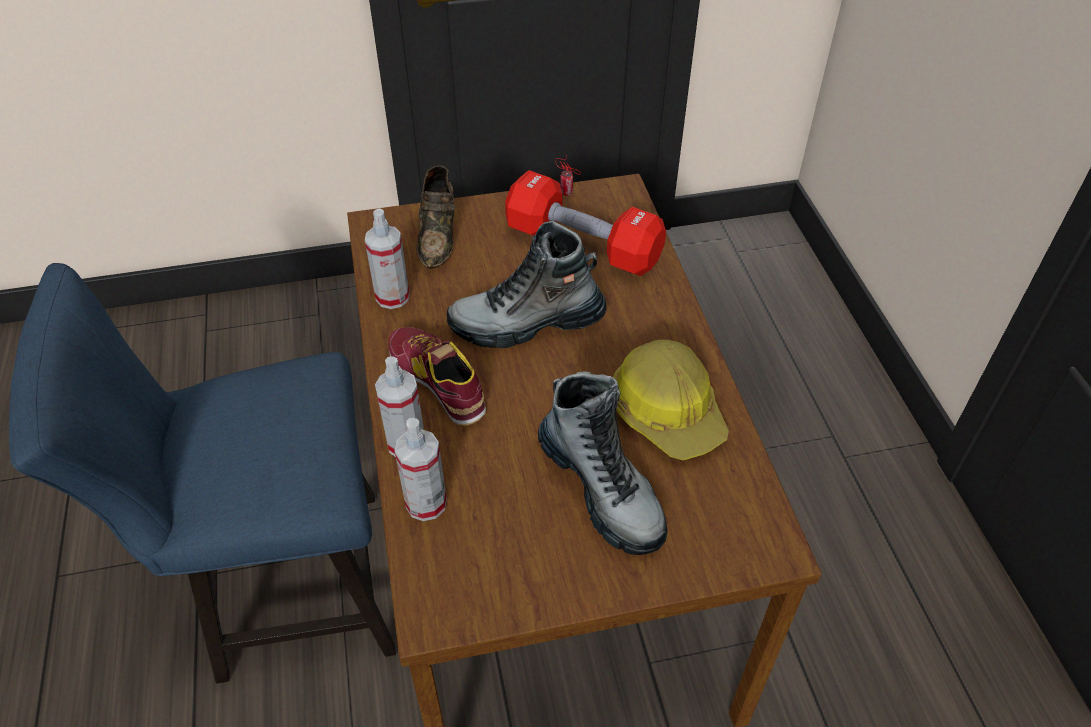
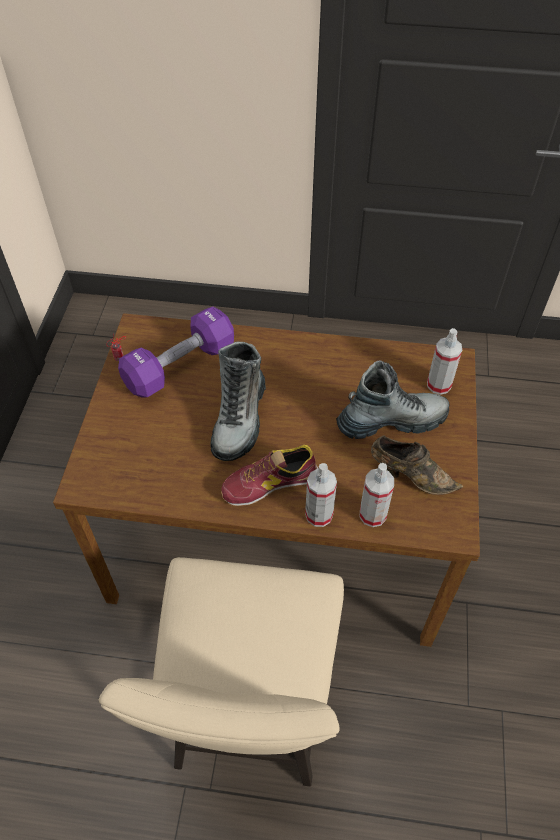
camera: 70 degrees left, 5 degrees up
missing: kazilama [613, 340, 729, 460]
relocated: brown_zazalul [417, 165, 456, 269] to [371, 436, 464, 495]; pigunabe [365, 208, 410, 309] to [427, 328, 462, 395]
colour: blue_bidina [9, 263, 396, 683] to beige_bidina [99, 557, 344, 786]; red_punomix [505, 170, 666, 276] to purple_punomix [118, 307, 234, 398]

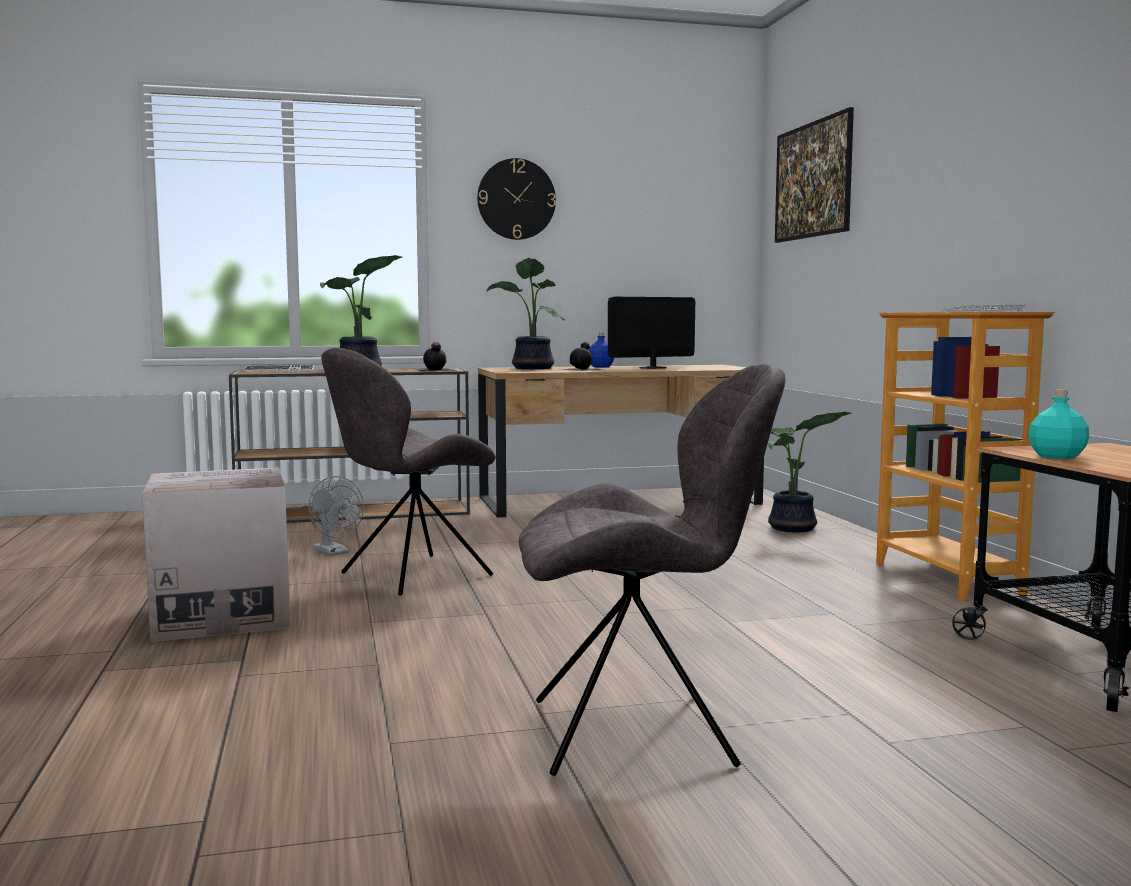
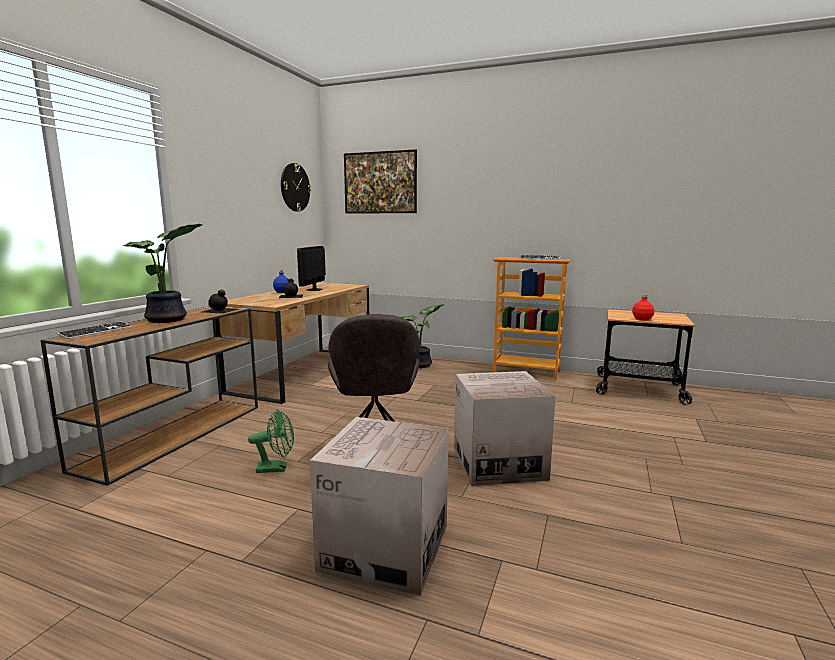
camera: 55 degrees left, 5 degrees up
missing: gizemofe [487, 258, 565, 369]; grey_bidina [519, 364, 785, 776]
appeared: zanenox [454, 371, 556, 486]
relocated: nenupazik [477, 158, 556, 240] to [281, 163, 311, 212]
colour: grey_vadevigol [308, 476, 364, 556] to green_vadevigol [248, 409, 294, 473]; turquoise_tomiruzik [1028, 389, 1089, 459] to red_tomiruzik [632, 294, 654, 321]

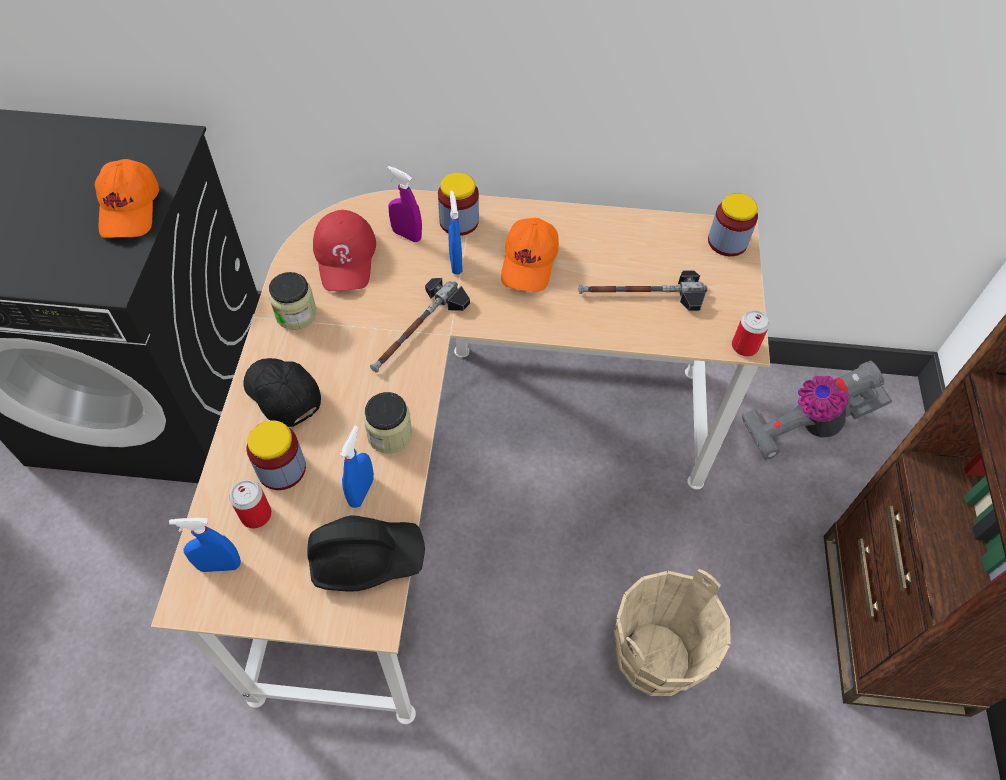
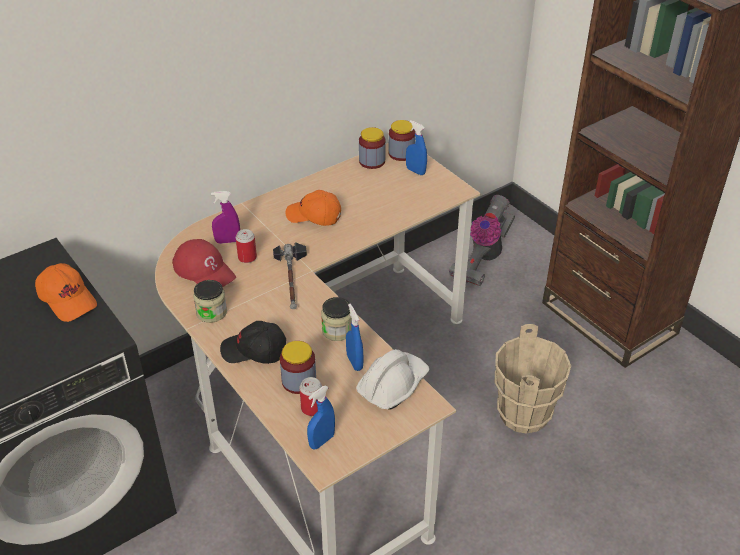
camera: 40 degrees left, 15 degrees down
missing: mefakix [578, 270, 708, 311]
relocated: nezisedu [732, 310, 769, 357] to [236, 229, 257, 263]; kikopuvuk [438, 173, 479, 236] to [359, 127, 386, 169]; blue_pigunabe [448, 190, 463, 274] to [406, 120, 427, 175]
colour: black_kazilama [307, 515, 425, 592] to white_kazilama [356, 349, 429, 410]
spun: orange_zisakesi [501, 218, 559, 292] = [286, 190, 341, 226] 135 degrees clockwise

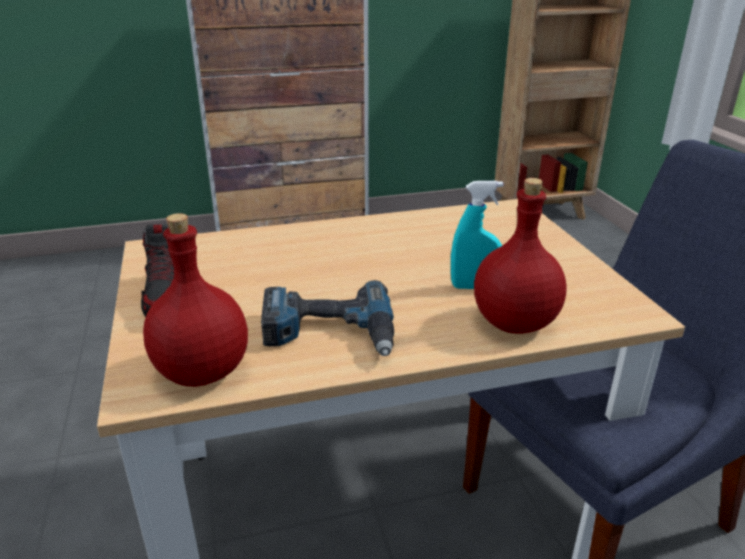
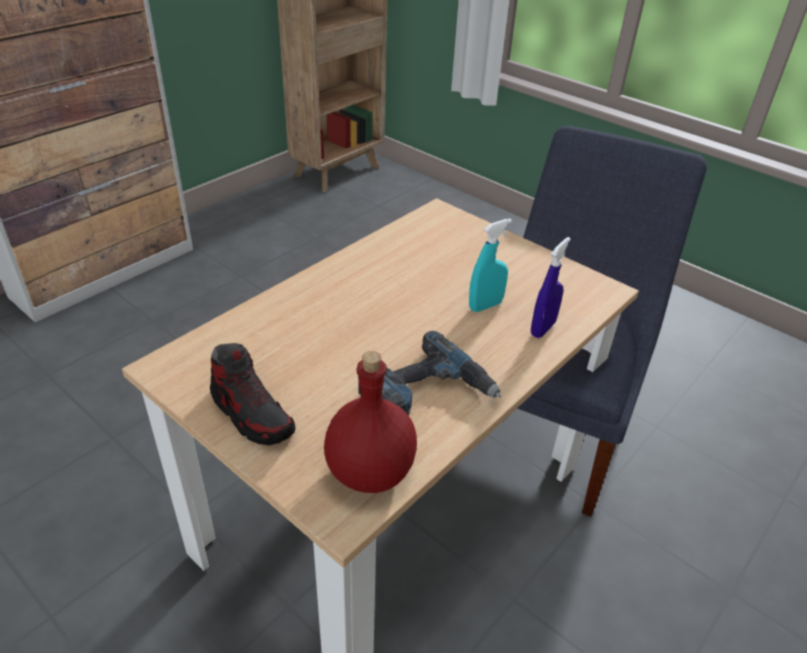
camera: 35 degrees left, 10 degrees up
exchanged: red_tomiruzik [474, 178, 567, 334] to blue_pigunabe [531, 237, 571, 338]

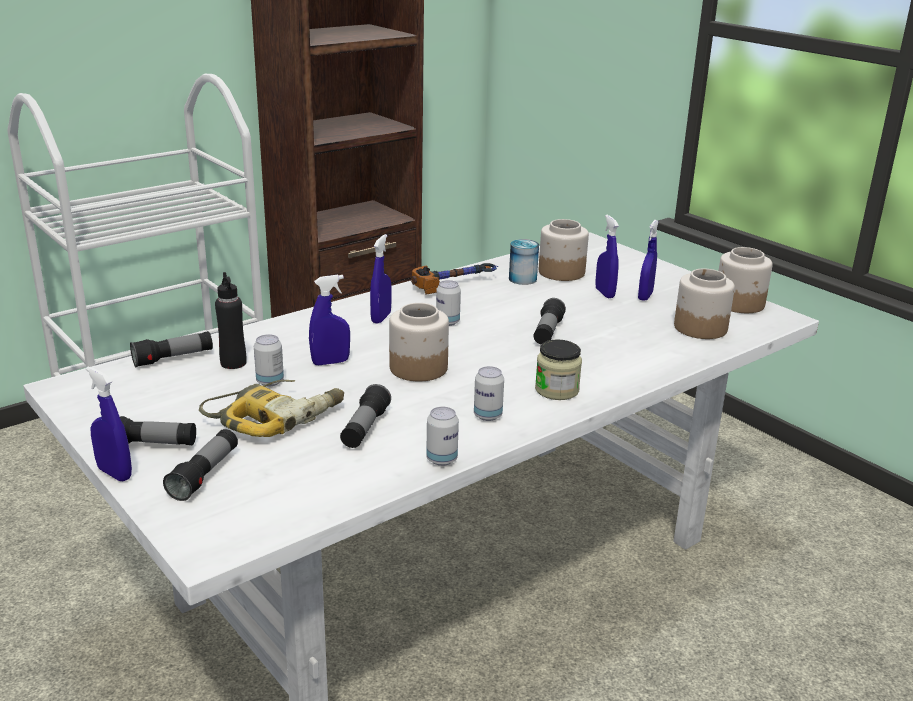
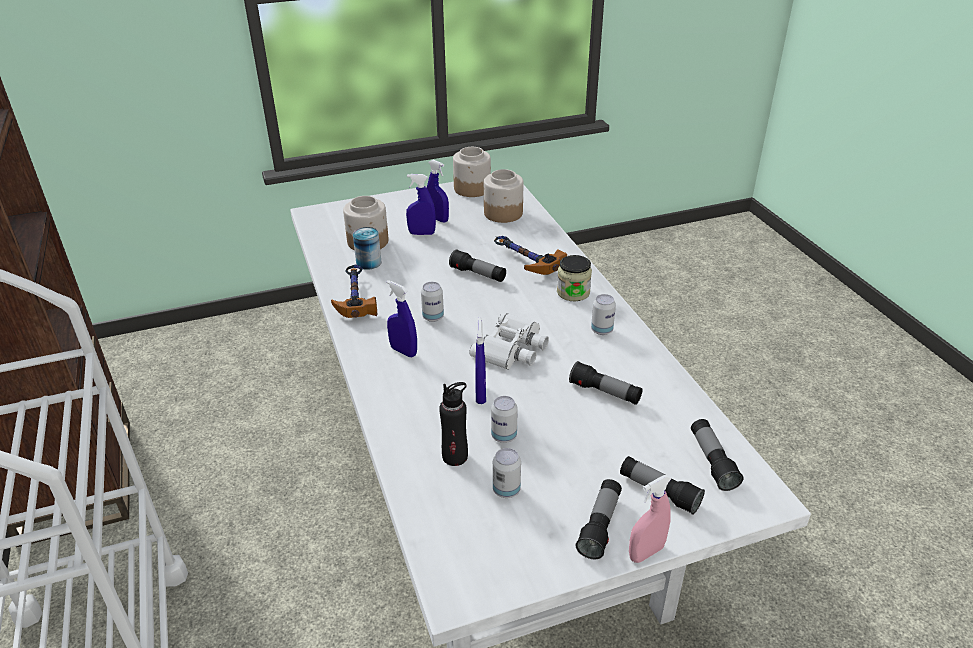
camera: 70 degrees left, 10 degrees up
missing: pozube [199, 380, 344, 437]
appeared: mefakix [494, 236, 567, 275]
relocated: nezisedu [426, 407, 459, 466] to [493, 448, 521, 498]; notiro [130, 331, 213, 367] to [691, 419, 743, 491]
exchanged: kikopuvuk [389, 303, 449, 381] to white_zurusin [469, 313, 549, 370]
colour: blue_pigunabe [86, 366, 132, 481] to pink_pigunabe [629, 475, 672, 563]

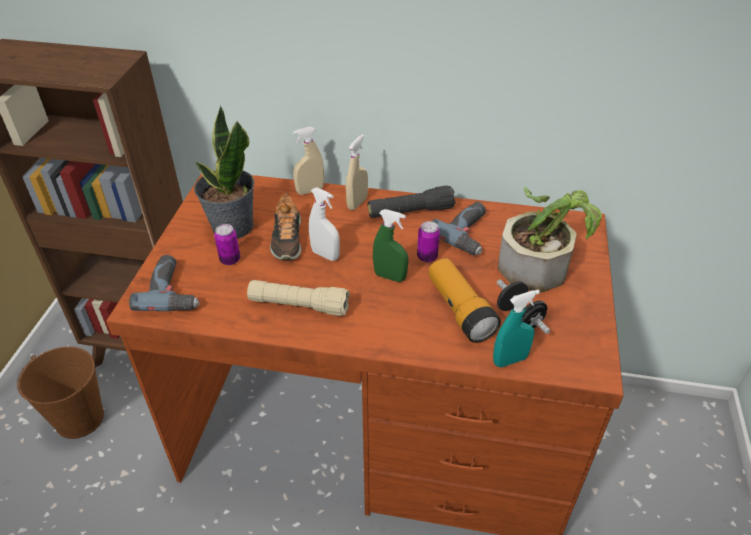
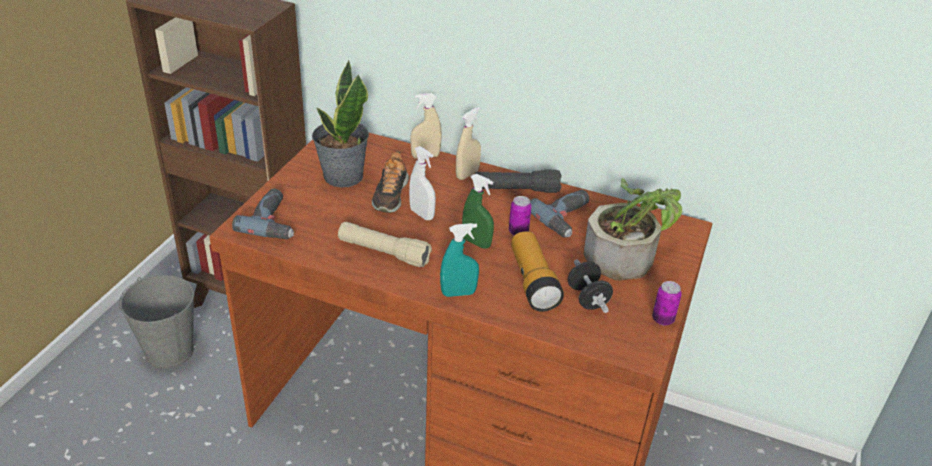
camera: 10 degrees right, 5 degrees down
relocated: turquoise_pigunabe [493, 290, 540, 367] to [440, 223, 479, 297]; nezisedu [214, 224, 240, 265] to [652, 281, 682, 325]
colour: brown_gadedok [17, 347, 104, 439] to grey_gadedok [119, 275, 194, 369]

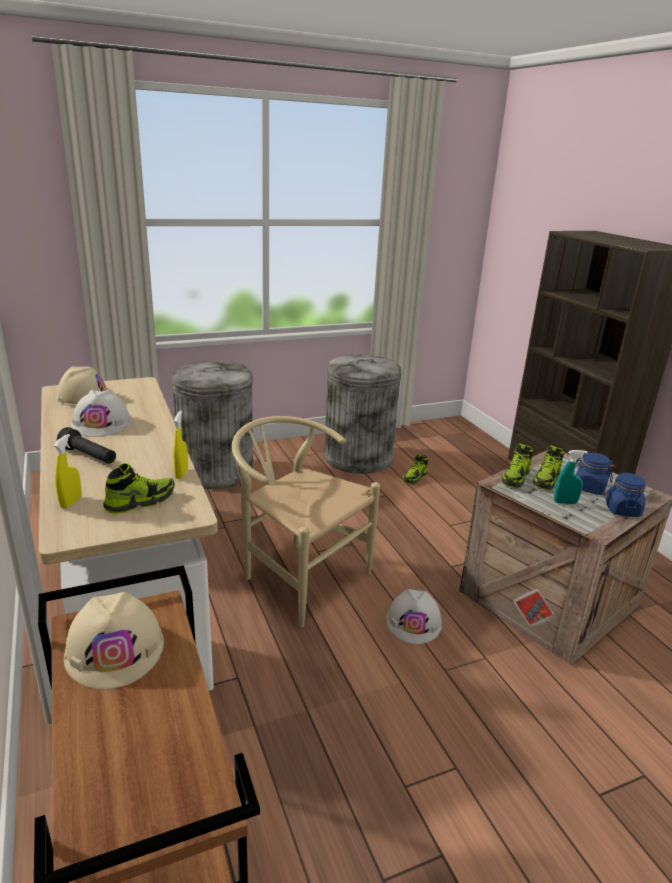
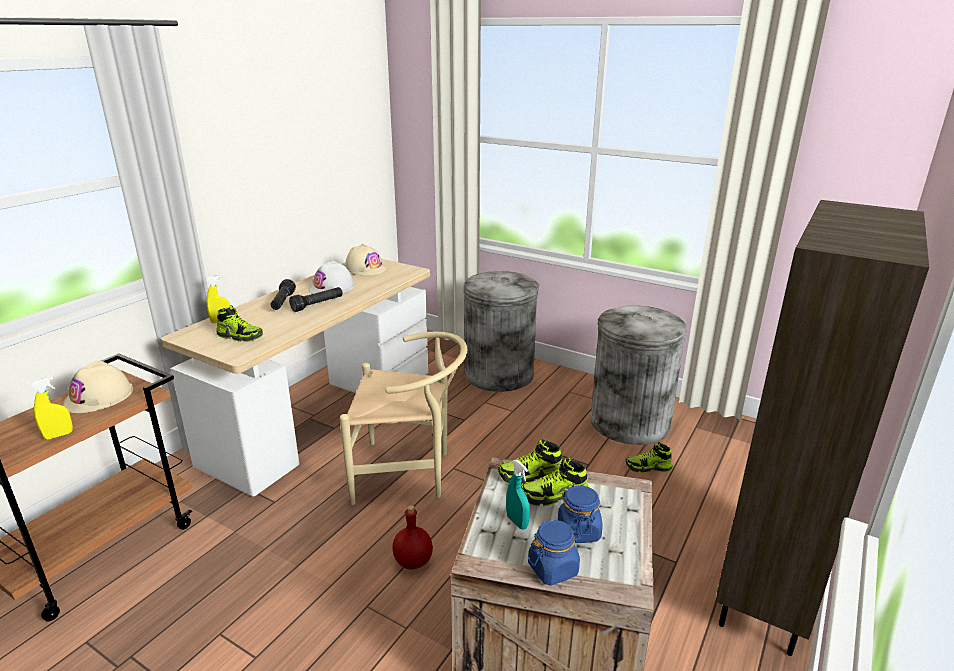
camera: 55 degrees right, 0 degrees up
appeared: black_notiro [289, 287, 343, 312]
relocated: yellow_pigunabe [173, 411, 188, 479] to [30, 377, 73, 440]
exchanged: white_kazilama [386, 589, 442, 644] to red_tomiruzik [392, 505, 433, 569]
spun: beige_bidina [232, 416, 380, 628] = [340, 332, 468, 505] 90 degrees clockwise

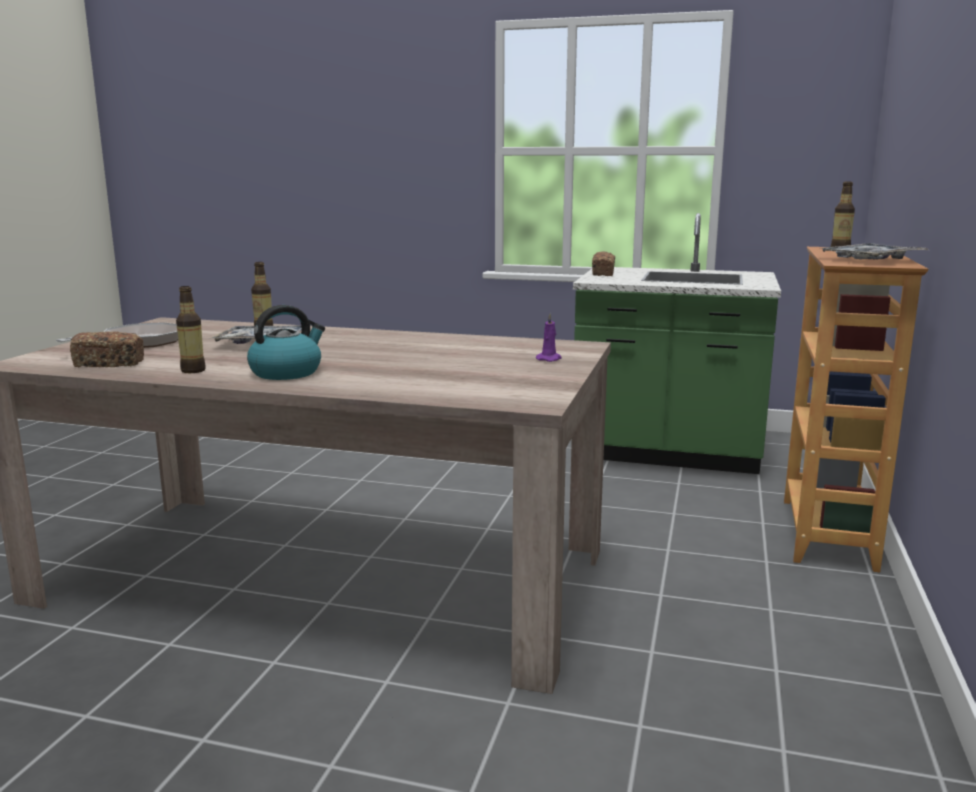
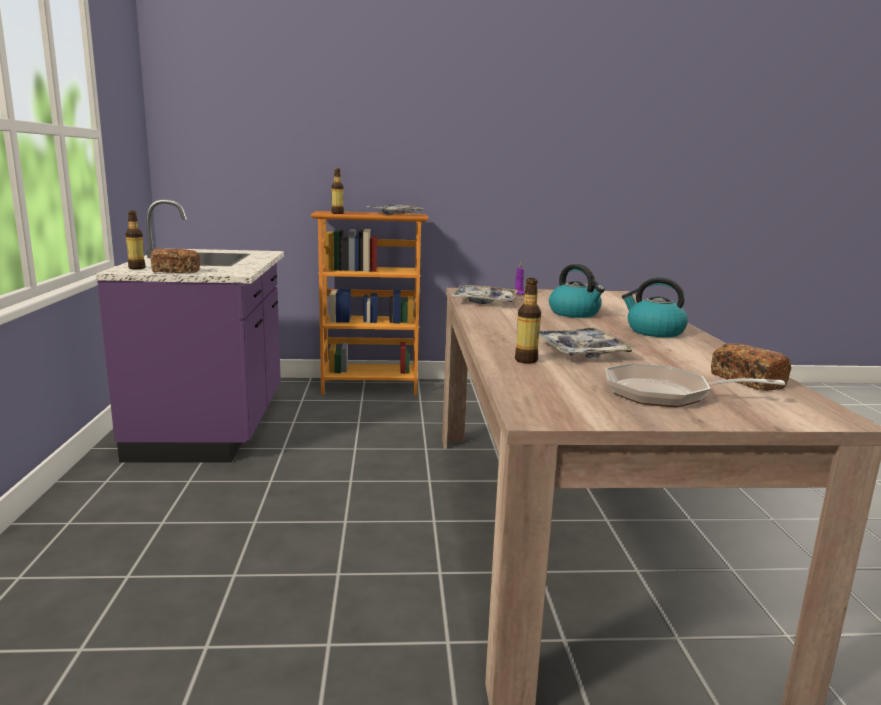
camera: 110 degrees left, 0 degrees up
appeared: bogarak [451, 285, 518, 304]; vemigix [549, 264, 605, 318]
relocated: tomiruzik [176, 286, 206, 373] to [125, 211, 146, 269]
colour: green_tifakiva [573, 213, 781, 474] to purple_tifakiva [96, 199, 284, 463]

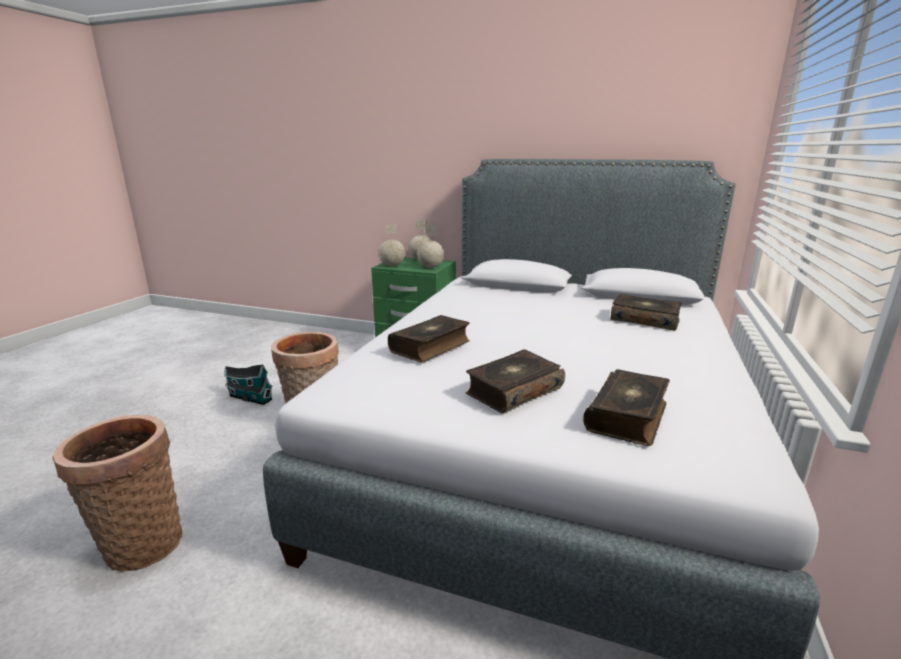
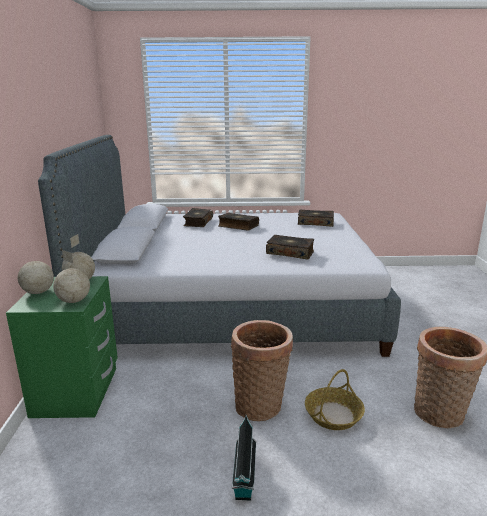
camera: 110 degrees left, 0 degrees up
appeared: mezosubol [305, 369, 365, 430]
relocated: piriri [465, 349, 565, 414] to [218, 213, 259, 231]

